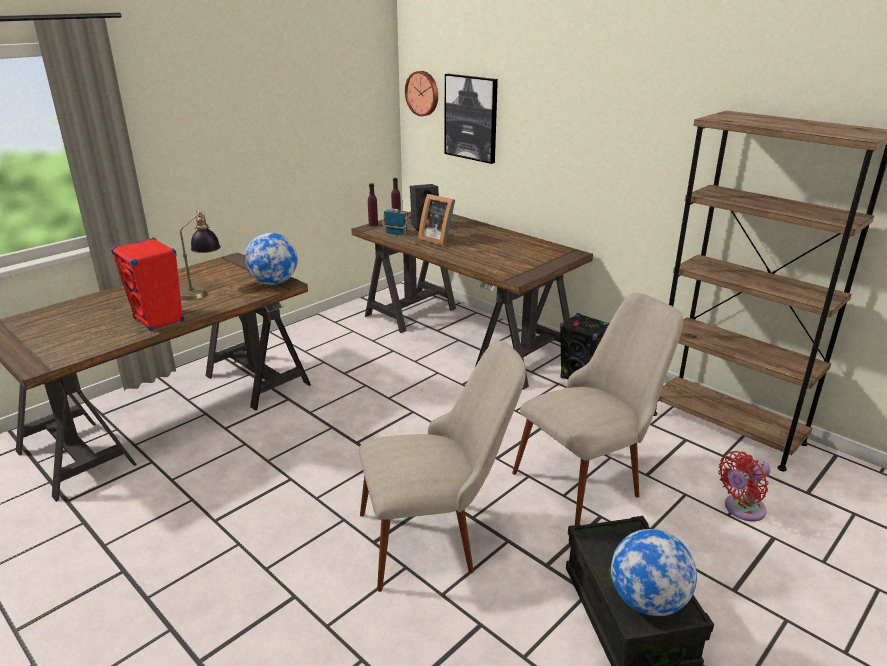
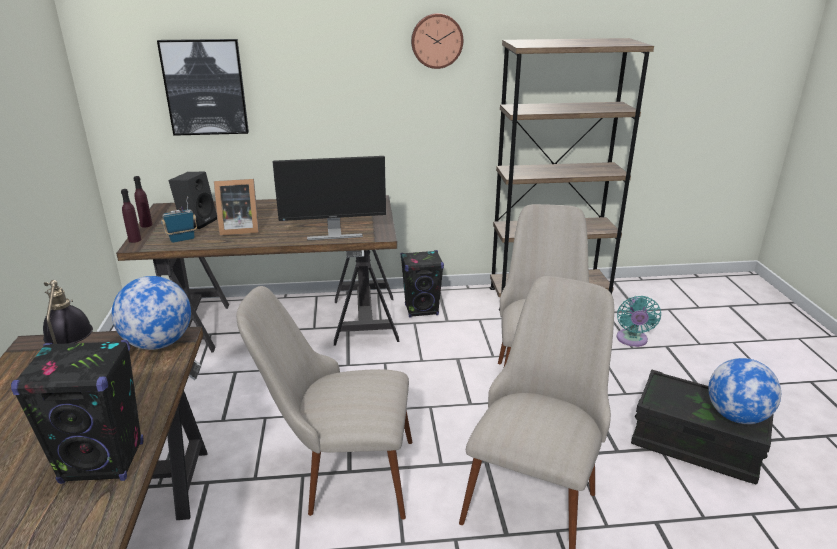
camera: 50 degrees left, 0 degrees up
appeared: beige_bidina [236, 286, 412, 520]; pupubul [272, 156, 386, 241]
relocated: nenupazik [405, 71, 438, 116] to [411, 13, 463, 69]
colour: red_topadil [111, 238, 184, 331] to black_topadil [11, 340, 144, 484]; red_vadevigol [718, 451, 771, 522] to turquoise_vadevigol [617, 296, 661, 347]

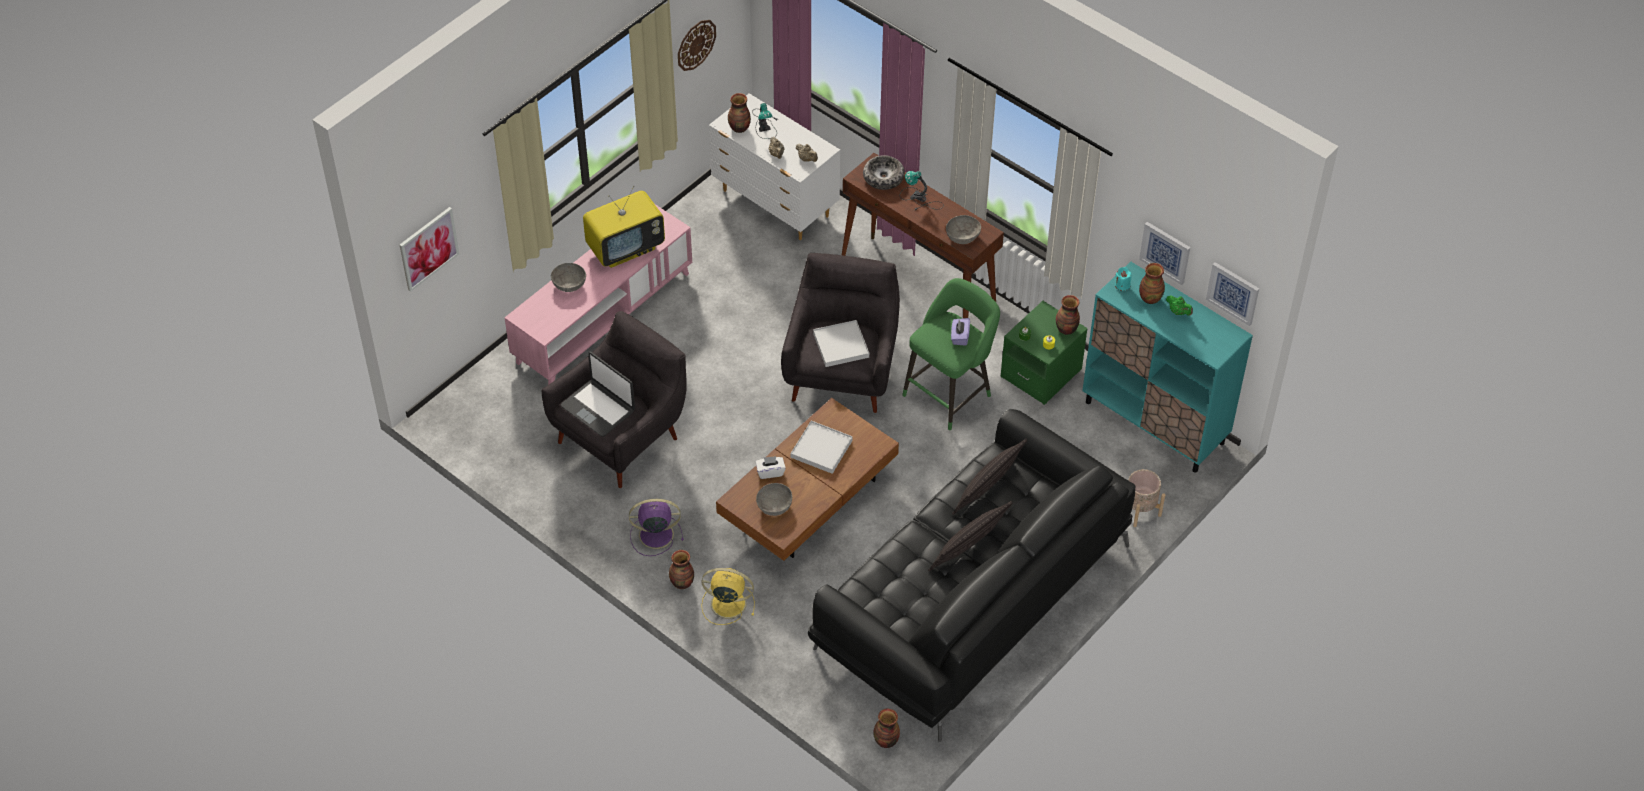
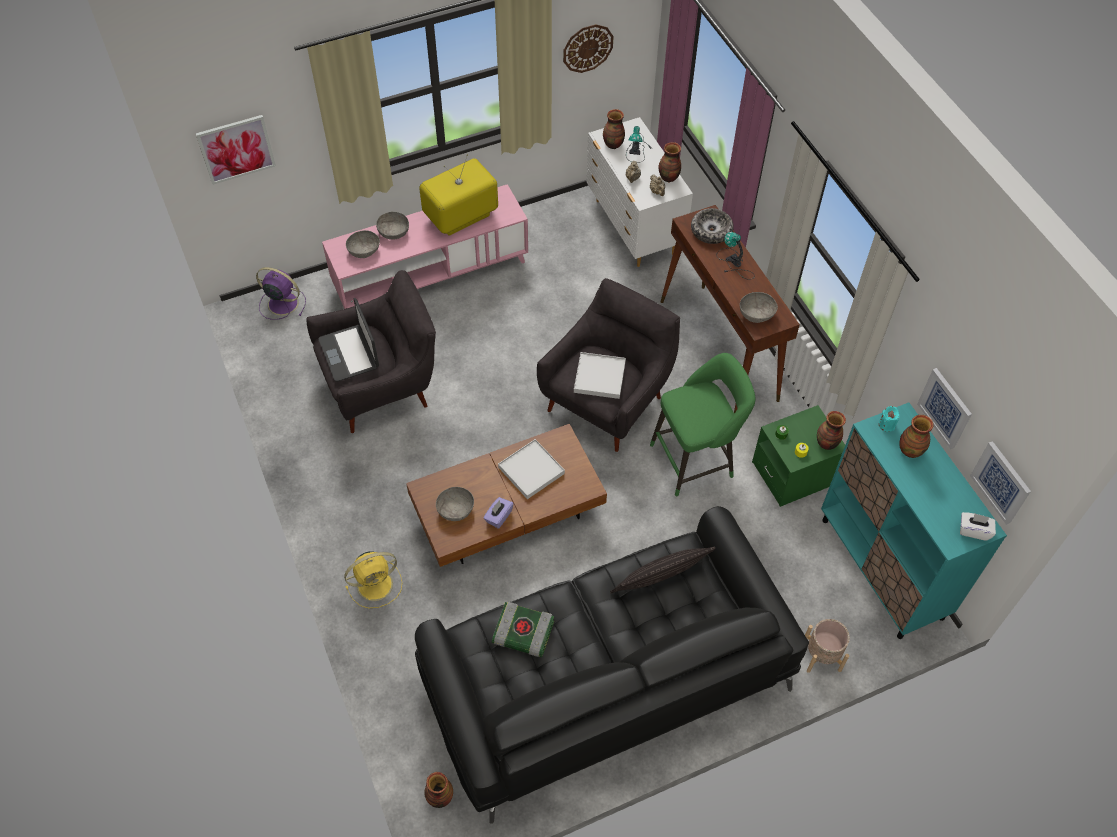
camera: 25 degrees right, 5 degrees up
missing: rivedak [928, 501, 1012, 571]; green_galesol [1166, 295, 1193, 315]
appeared: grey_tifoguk [346, 230, 380, 258]; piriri [492, 602, 554, 657]
relocated: purple_vadevigol [629, 499, 684, 556] to [256, 267, 306, 320]; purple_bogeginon [951, 318, 970, 346] to [484, 497, 513, 529]; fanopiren [669, 550, 694, 589] to [659, 142, 681, 182]; white_bogeginon [756, 456, 786, 479] to [960, 512, 996, 541]
spun: yellow_vadevigol [701, 568, 755, 625] = [344, 551, 402, 608] 120 degrees clockwise; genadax [583, 186, 665, 268] = [419, 154, 498, 236] 150 degrees clockwise

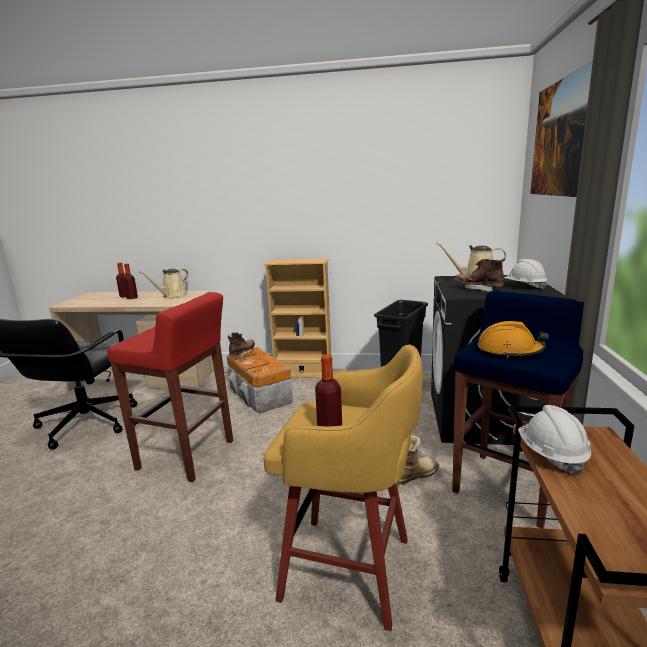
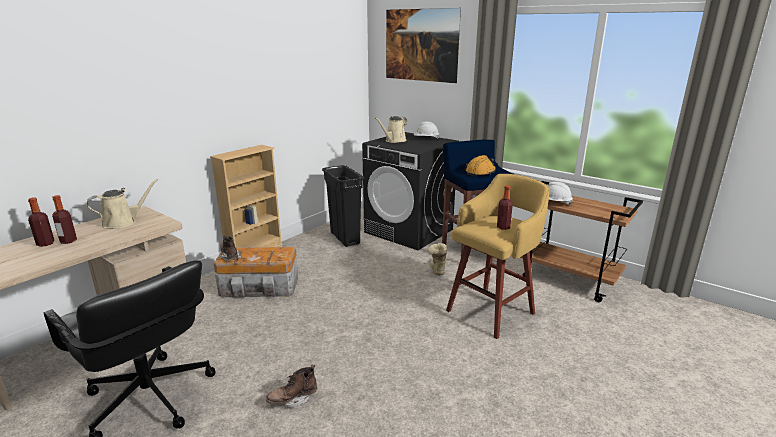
camera: 60 degrees left, 5 degrees up
missing: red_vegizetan [107, 292, 233, 482]
relocated: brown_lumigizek [455, 259, 505, 292] to [266, 365, 317, 408]
spun: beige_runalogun [139, 269, 189, 299] = [87, 179, 158, 229] 105 degrees counterclockwise

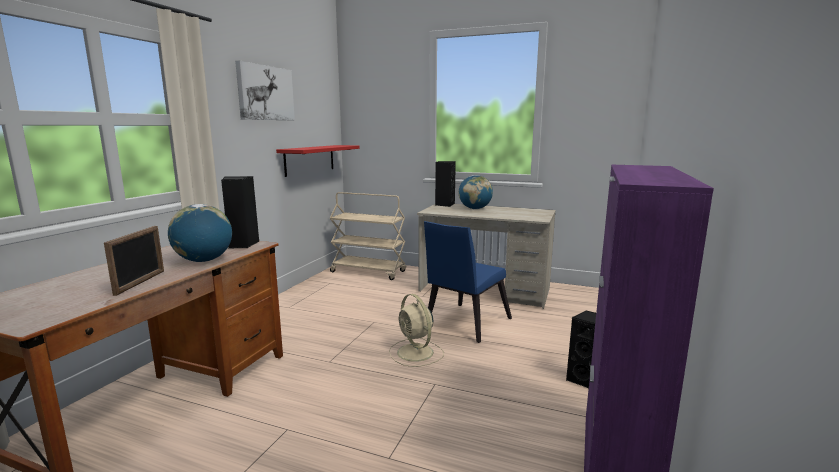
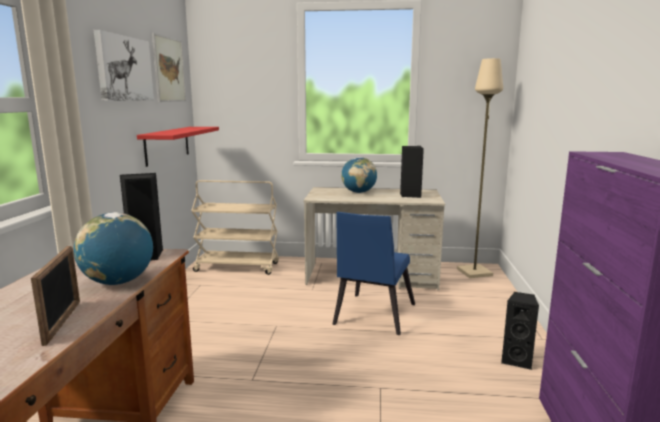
camera: 15 degrees left, 0 degrees up
missing: beige_vadevigol [389, 294, 444, 367]
appeared: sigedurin [152, 33, 186, 102]; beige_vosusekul [457, 58, 503, 278]
relocated: black_topadil [435, 161, 456, 207] to [400, 146, 424, 198]

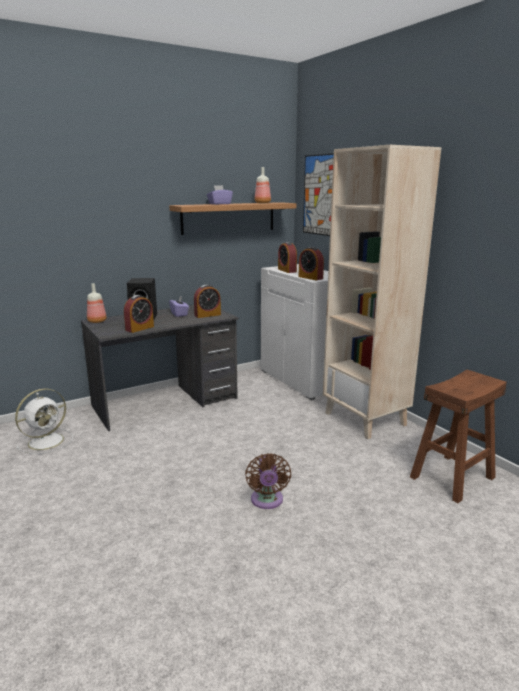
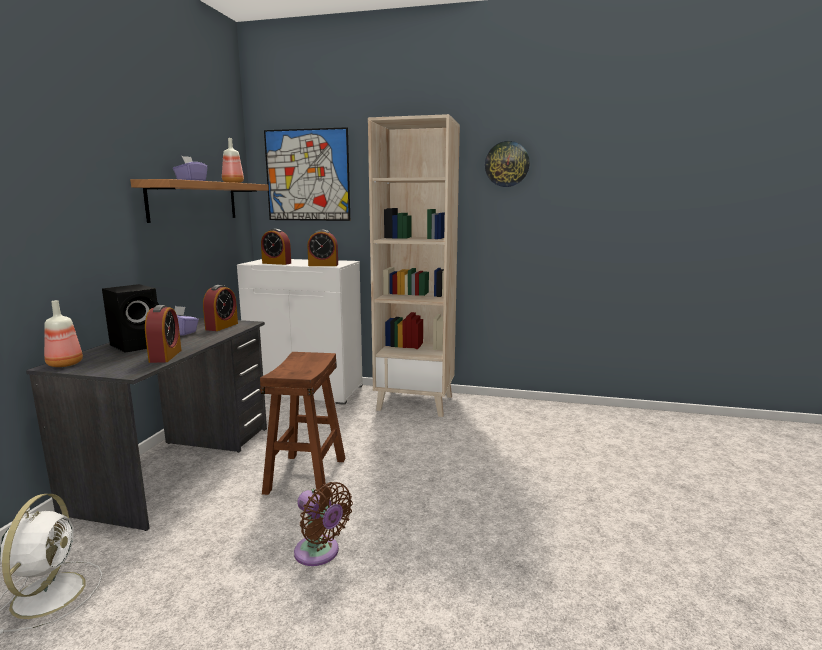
camera: 45 degrees left, 5 degrees down
appeared: nenupazik [485, 141, 530, 187]
relocated: brown_vegizetan [410, 370, 507, 503] to [260, 352, 345, 495]; brown_vadevigol [245, 453, 291, 509] to [294, 482, 353, 566]

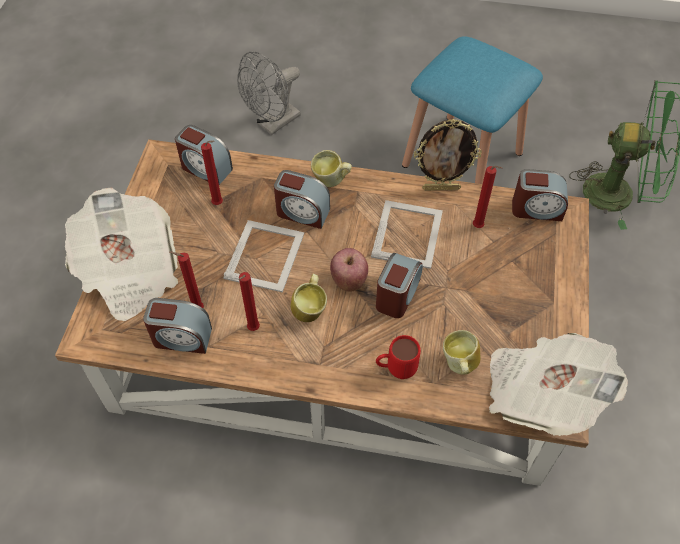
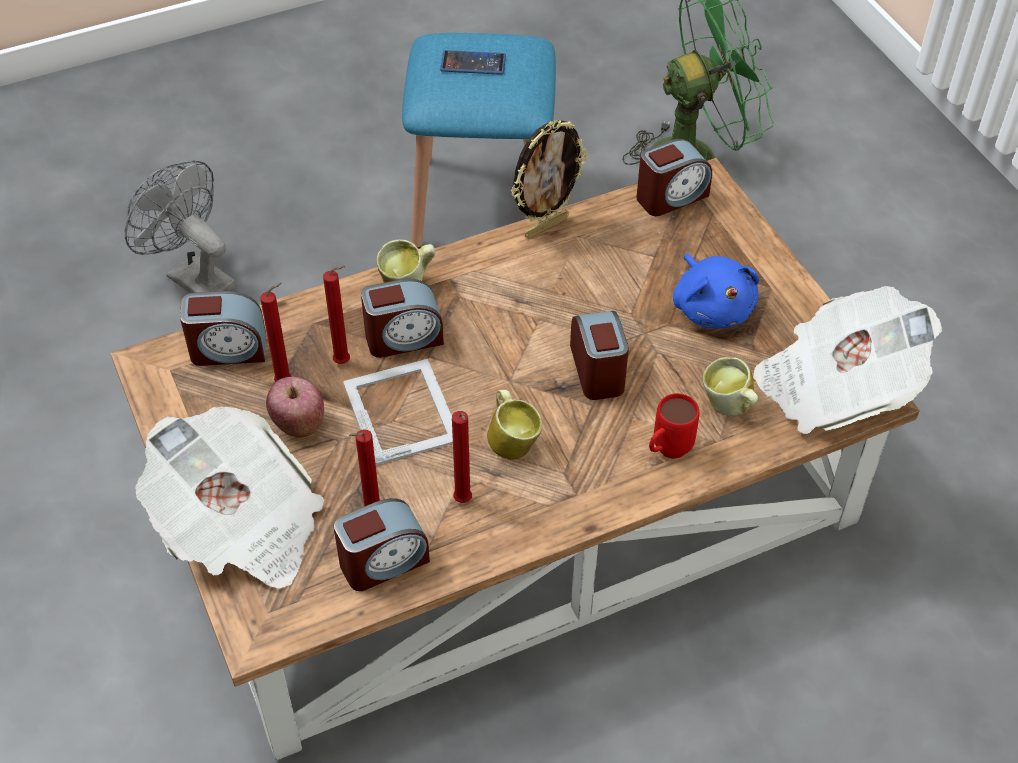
camera: 35 degrees left, 5 degrees down
missing: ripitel [371, 200, 443, 269]
appeared: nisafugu [440, 50, 506, 75]; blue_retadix [673, 254, 759, 328]
relocated: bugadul [330, 248, 368, 292] to [266, 376, 324, 437]; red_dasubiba [473, 166, 502, 228] to [323, 266, 350, 364]
spun: grey_vadevigol [237, 51, 301, 135] = [125, 160, 236, 293] 120 degrees clockwise

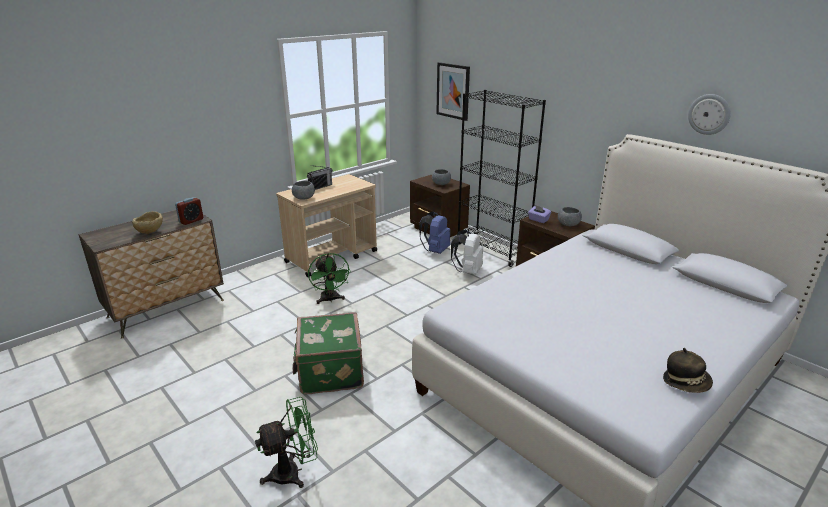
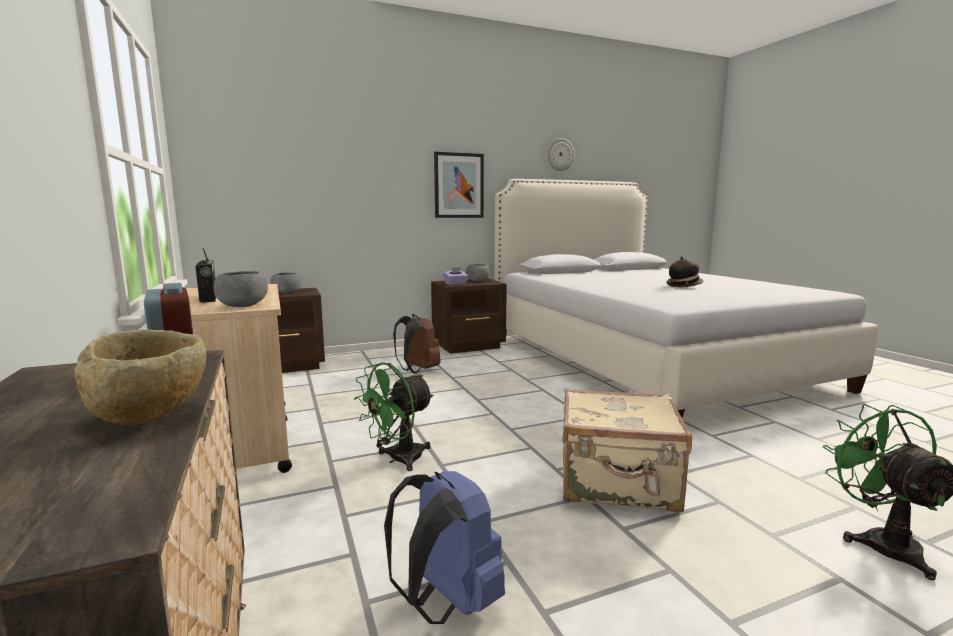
camera: 70 degrees left, 15 degrees down
missing: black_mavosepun [458, 90, 546, 267]
relocated: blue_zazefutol [419, 212, 451, 254] to [384, 471, 505, 624]; sigedurin [436, 62, 470, 121] to [434, 152, 484, 218]; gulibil [663, 348, 713, 393] to [667, 256, 703, 287]
colour: white_zazefutol [451, 230, 483, 275] to brown_zazefutol [393, 314, 441, 374]; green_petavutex [293, 312, 364, 394] to beige_petavutex [562, 388, 692, 512]
spun: green_vadevigol [308, 253, 351, 304] = [354, 362, 434, 471] 135 degrees clockwise

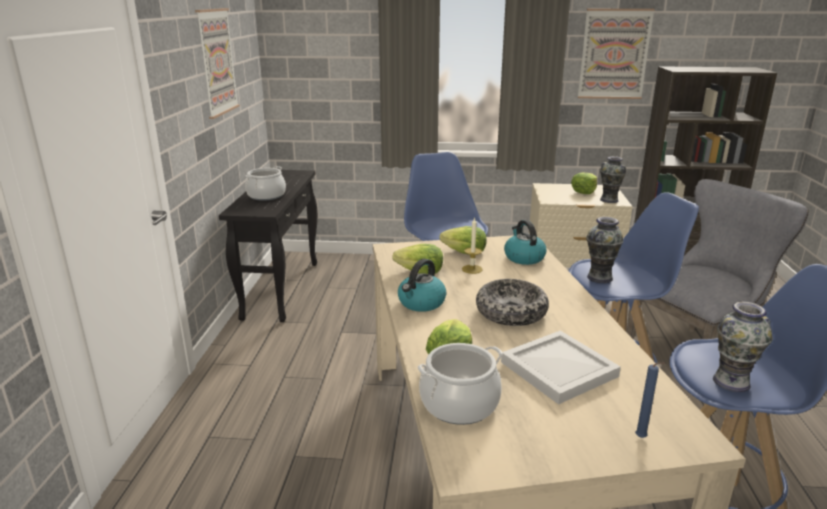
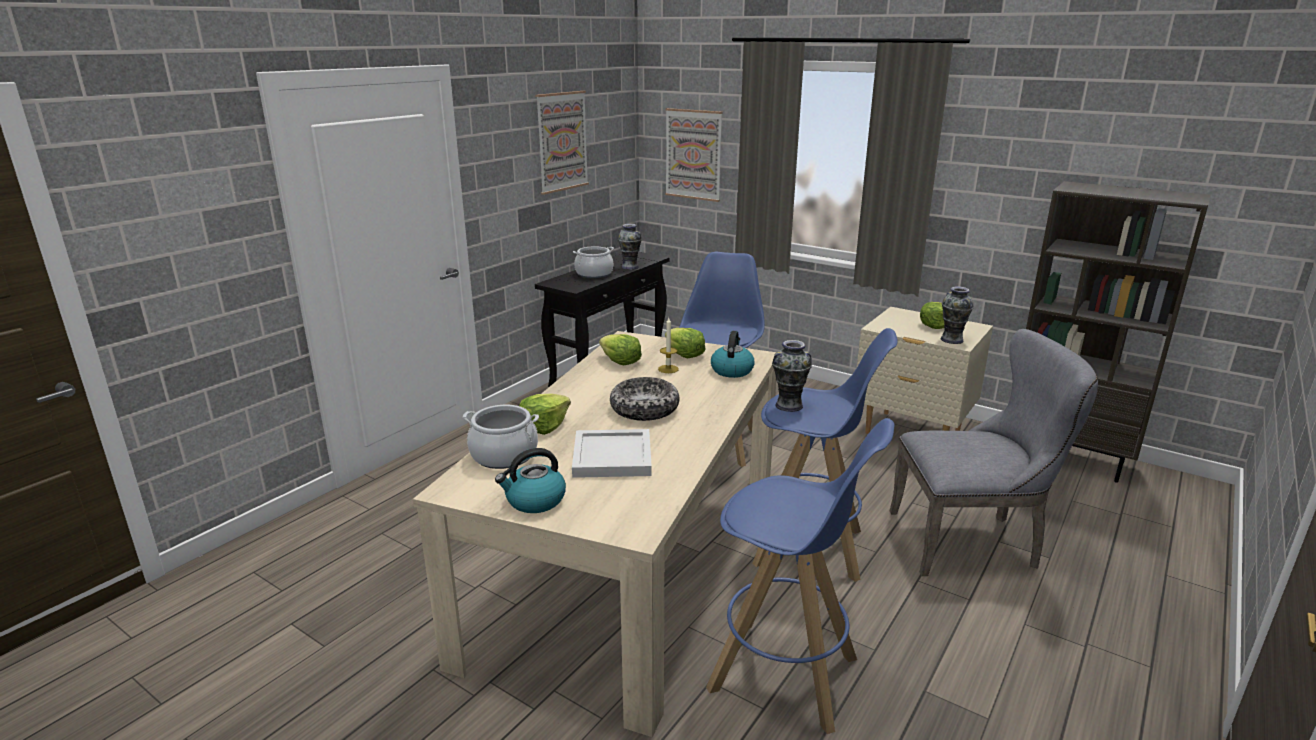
camera: 30 degrees right, 0 degrees up
missing: blue_dasubiba [635, 363, 665, 438]
relocated: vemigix [398, 259, 446, 312] to [495, 448, 566, 513]; fanopiren [713, 302, 773, 392] to [618, 224, 642, 270]; sigedurin [578, 9, 655, 99] to [665, 108, 723, 202]

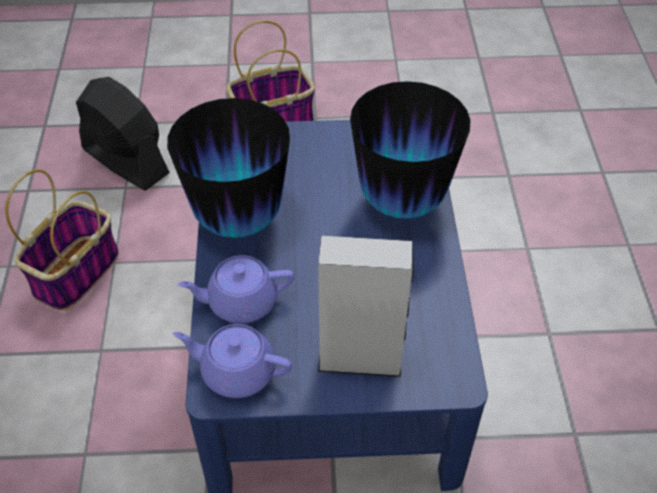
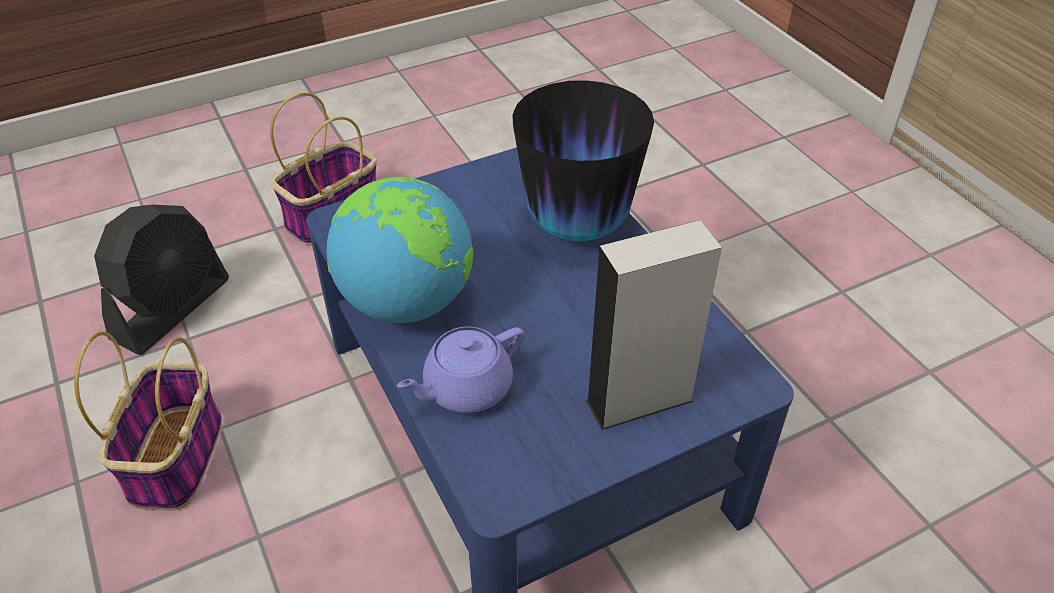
camera: 25 degrees left, 5 degrees down
missing: purple_galesol [173, 324, 292, 398]
exchanged: fanopiren [167, 98, 290, 238] to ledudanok [327, 177, 473, 323]
spun: black_vadevigol [76, 77, 170, 191] = [94, 205, 229, 355] 105 degrees clockwise

